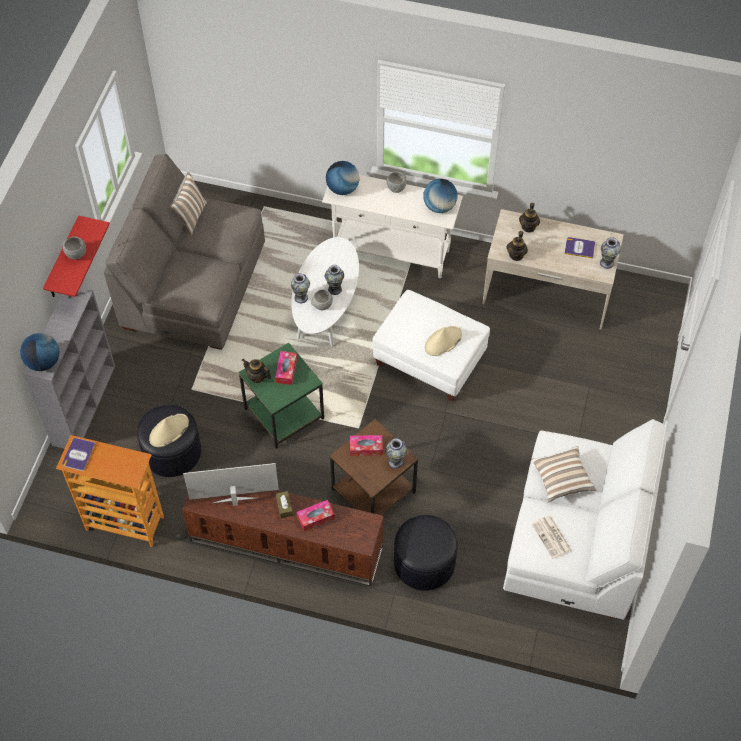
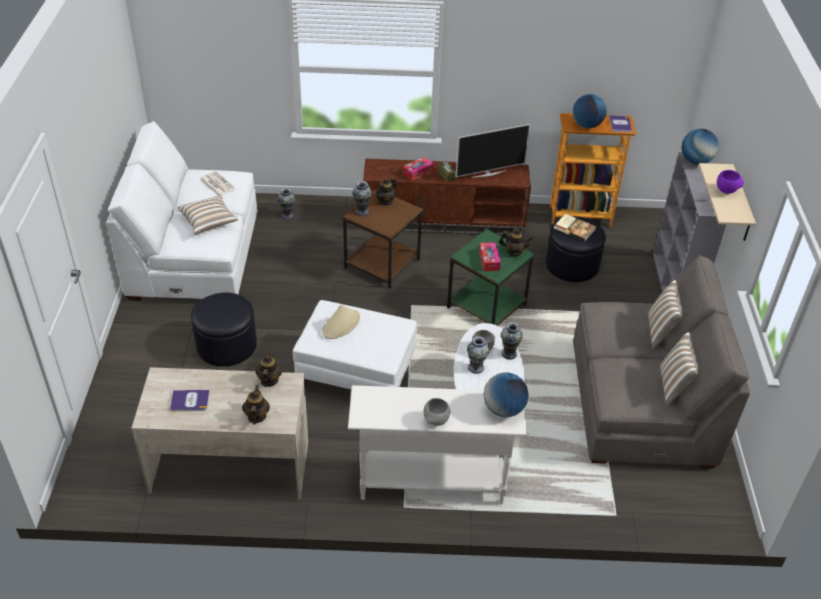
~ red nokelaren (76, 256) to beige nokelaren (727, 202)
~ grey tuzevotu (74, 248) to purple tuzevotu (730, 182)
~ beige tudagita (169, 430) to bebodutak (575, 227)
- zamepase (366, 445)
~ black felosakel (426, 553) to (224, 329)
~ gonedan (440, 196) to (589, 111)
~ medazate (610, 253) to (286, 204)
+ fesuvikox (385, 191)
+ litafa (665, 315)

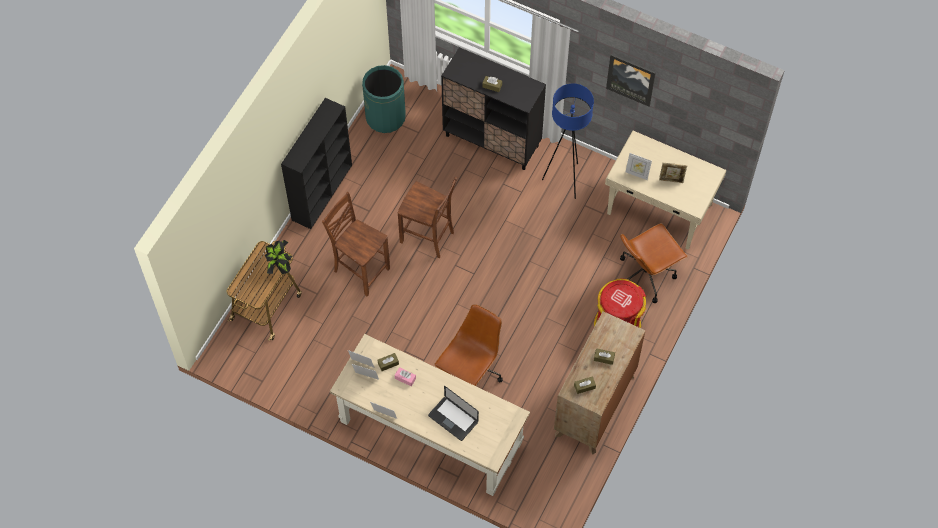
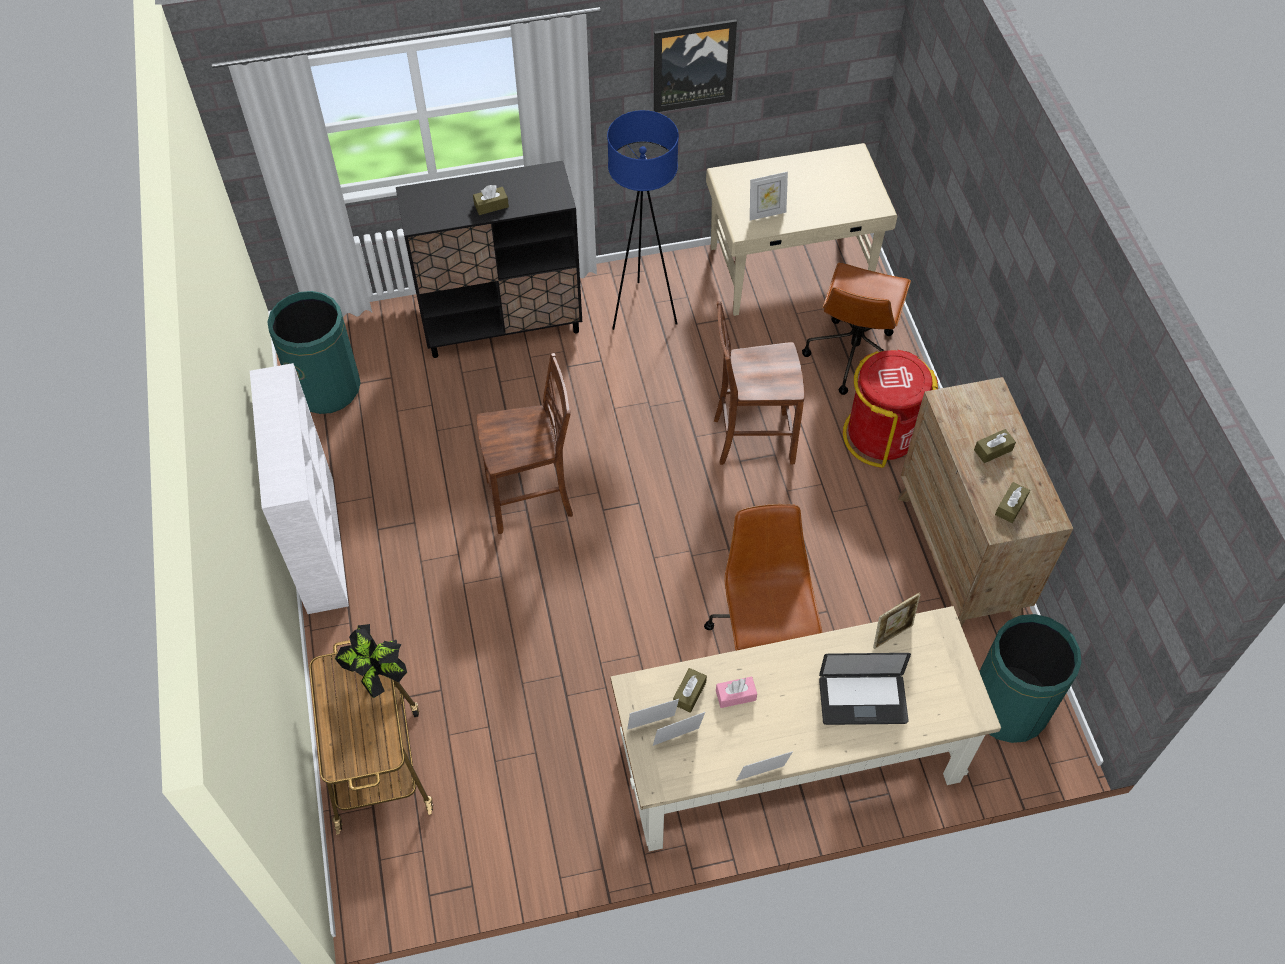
~ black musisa (316, 163) to white musisa (299, 488)
~ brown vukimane (356, 244) to (759, 383)
~ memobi (673, 173) to (896, 621)
+ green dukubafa (1030, 678)

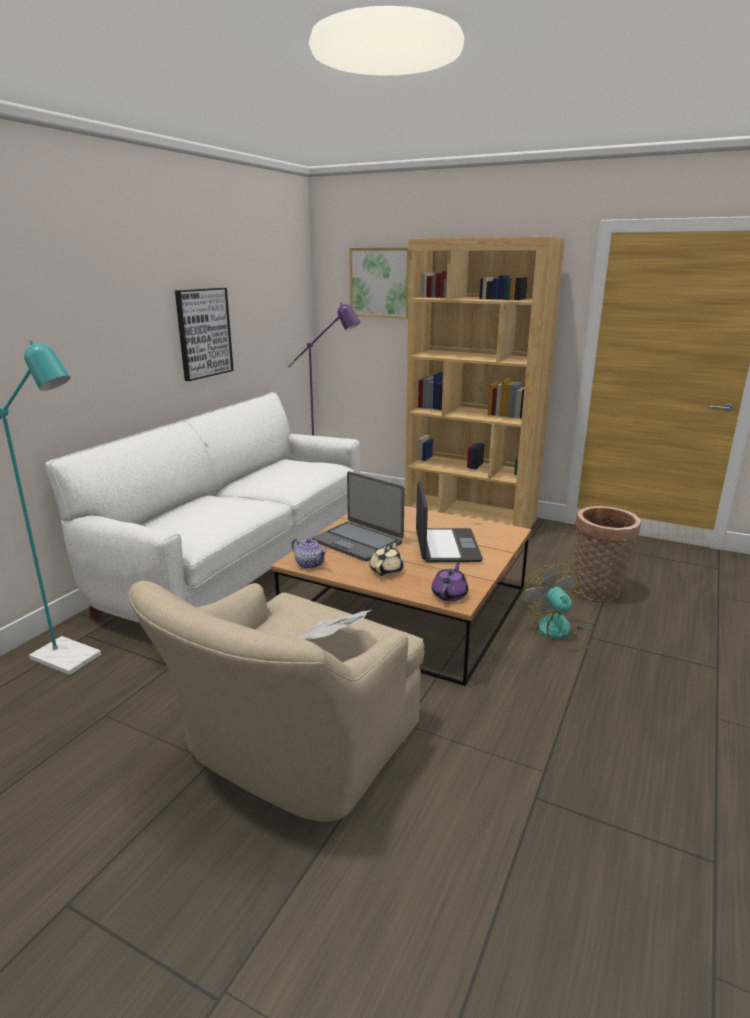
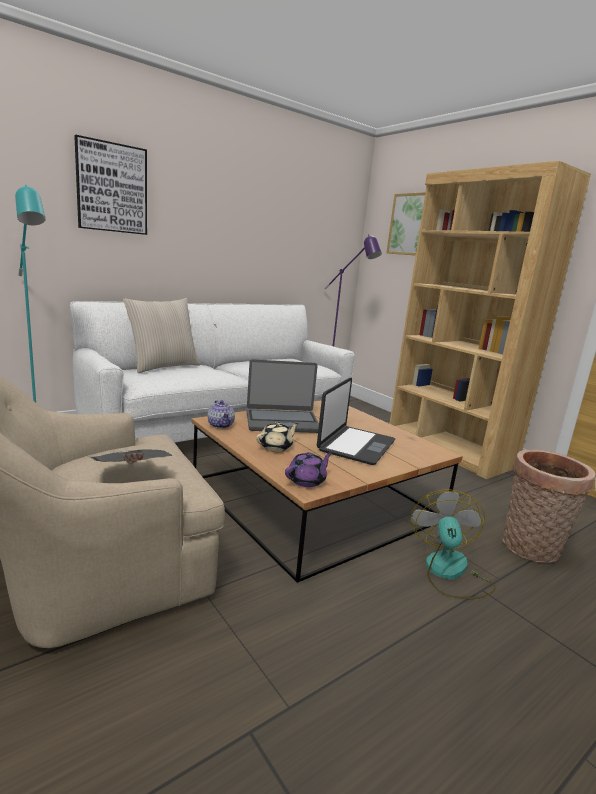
~ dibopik (204, 334) to (110, 185)
~ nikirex (358, 516) = (283, 396) 75 degrees counterclockwise
+ beige litafa (161, 335)

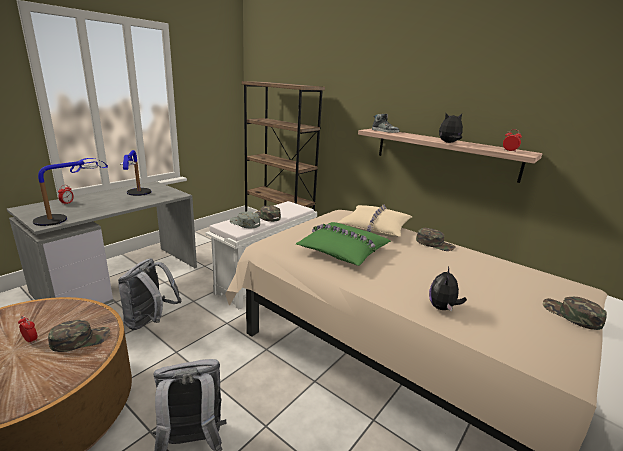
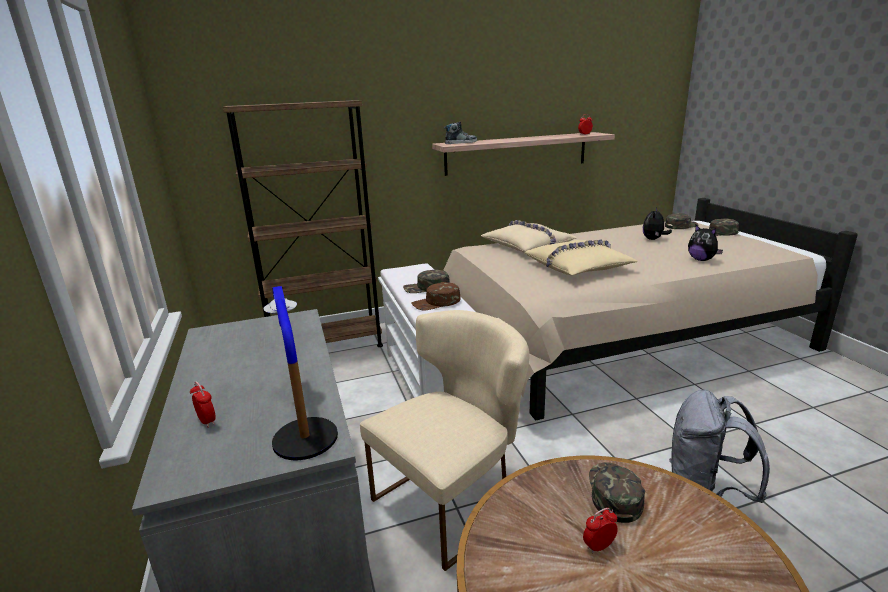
~ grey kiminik (150, 294) to beige vukimane (444, 440)
- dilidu (135, 173)
~ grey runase (245, 219) to brown runase (435, 296)
~ green litafa (343, 244) to beige litafa (581, 257)
~ green runase (436, 239) to (682, 221)
~ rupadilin (451, 128) to (657, 223)

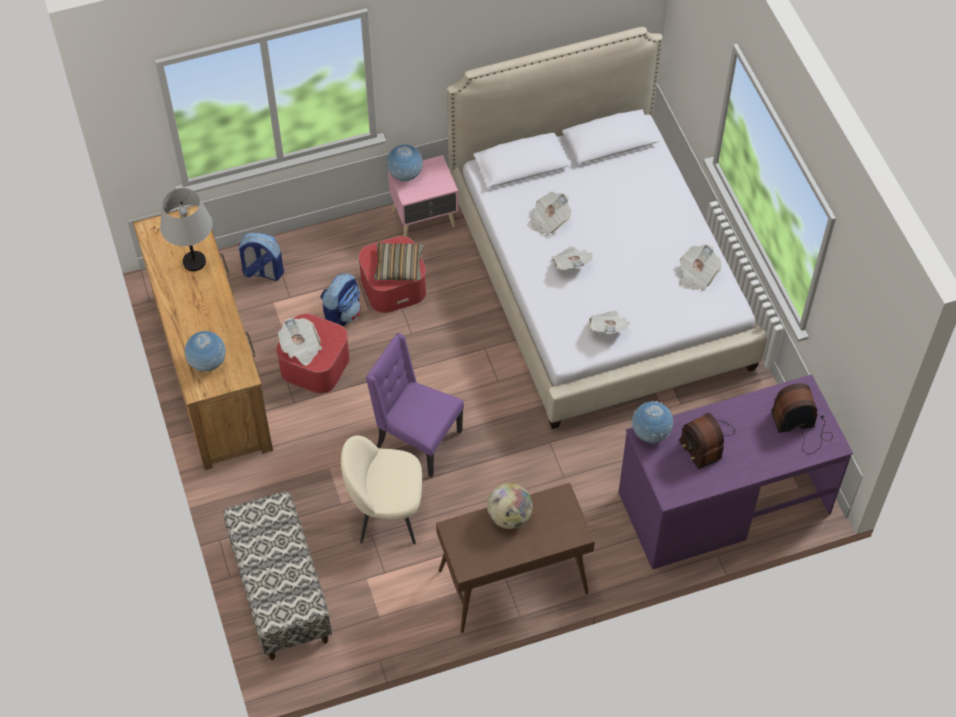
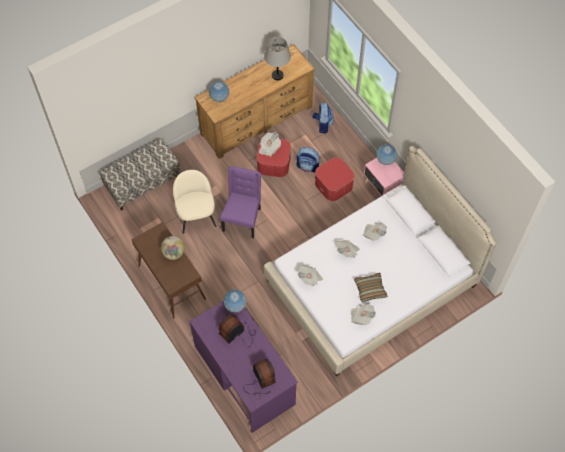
~ litafa (398, 261) to (371, 287)

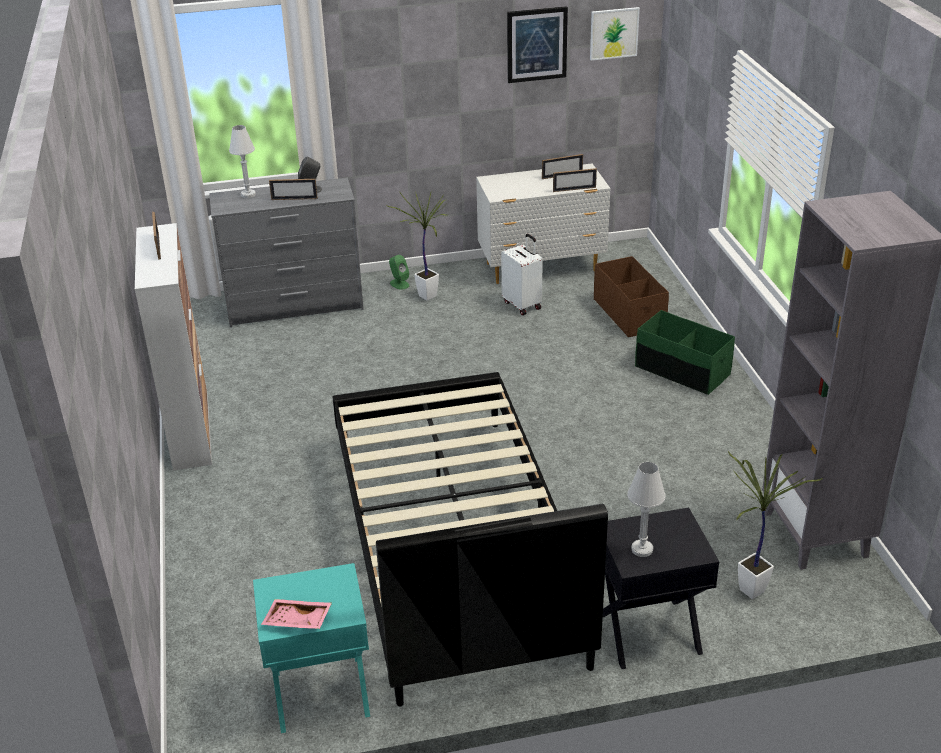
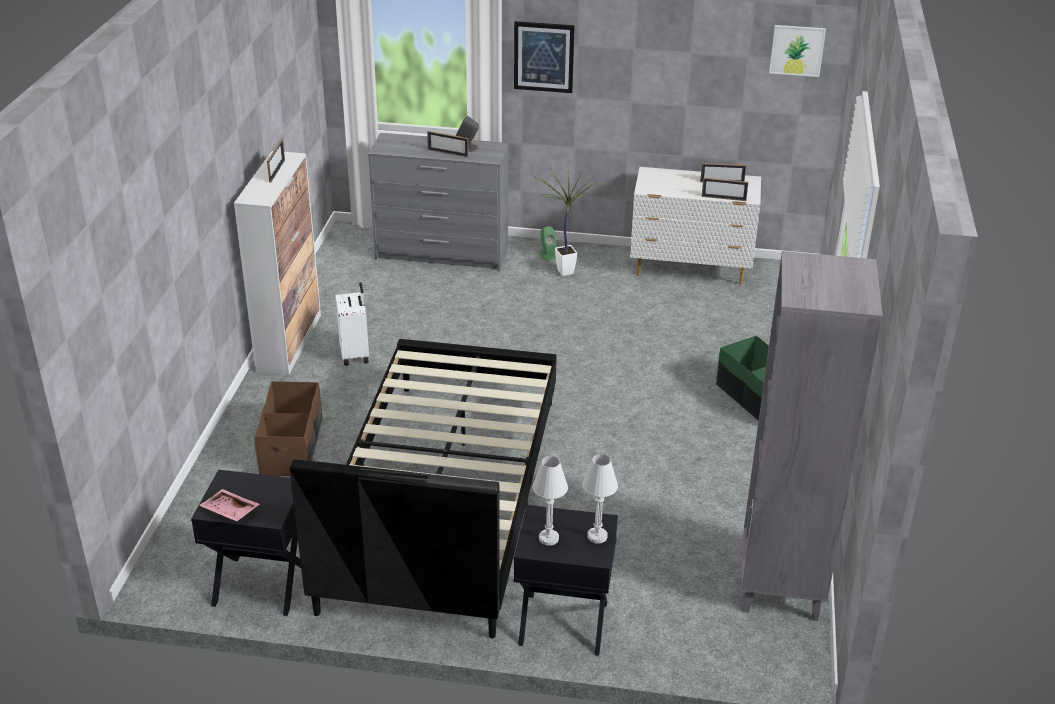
~ white dilidu (242, 161) to (600, 499)
~ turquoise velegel (311, 648) to black velegel (246, 543)
~ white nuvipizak (522, 274) to (352, 324)
~ dibopik (537, 44) to (544, 57)
~ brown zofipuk (631, 296) to (288, 428)
- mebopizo (775, 525)

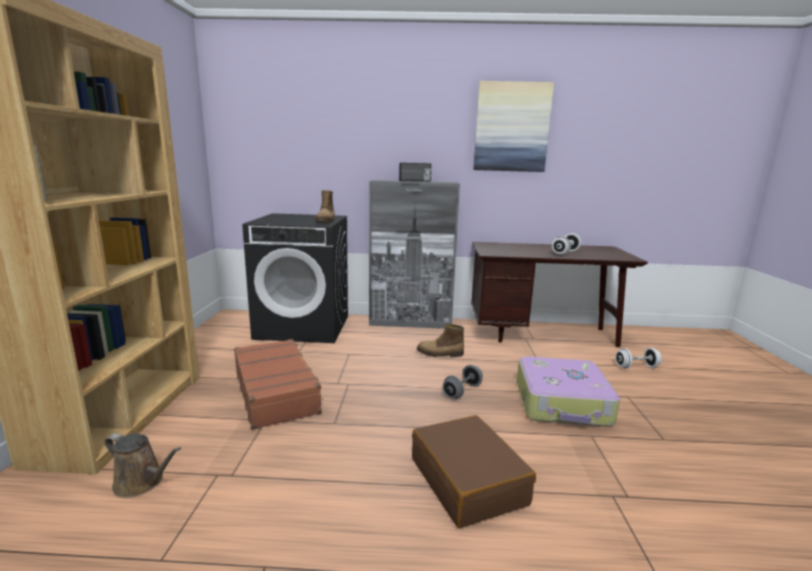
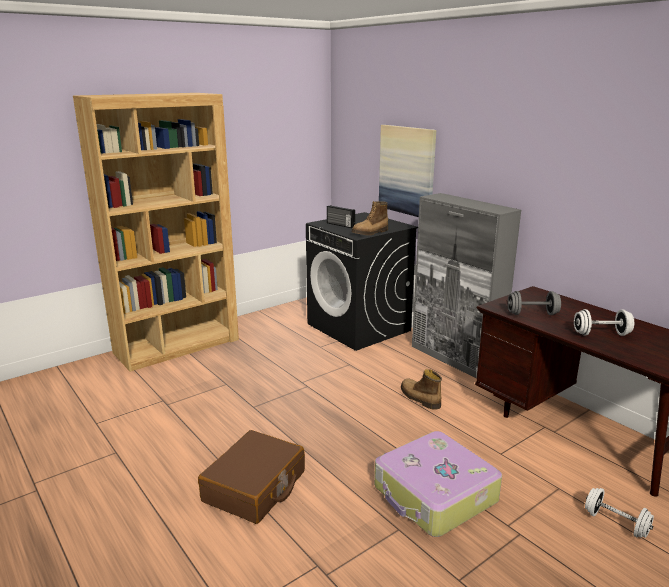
- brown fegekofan (143, 465)
- brown nuvipizak (278, 384)
~ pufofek (415, 172) to (341, 216)
~ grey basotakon (463, 382) to (534, 303)
~ dibopik (513, 126) to (407, 171)

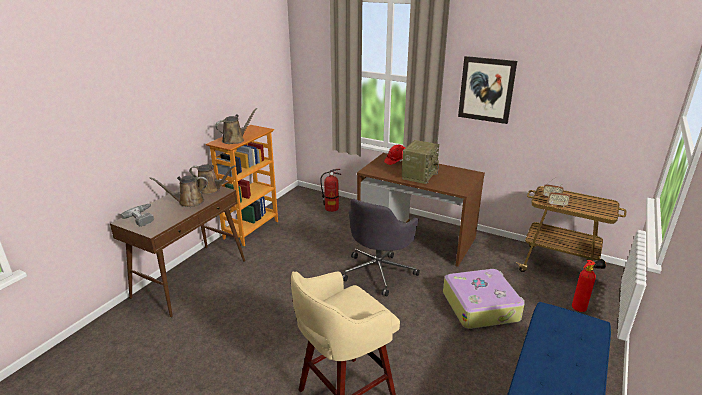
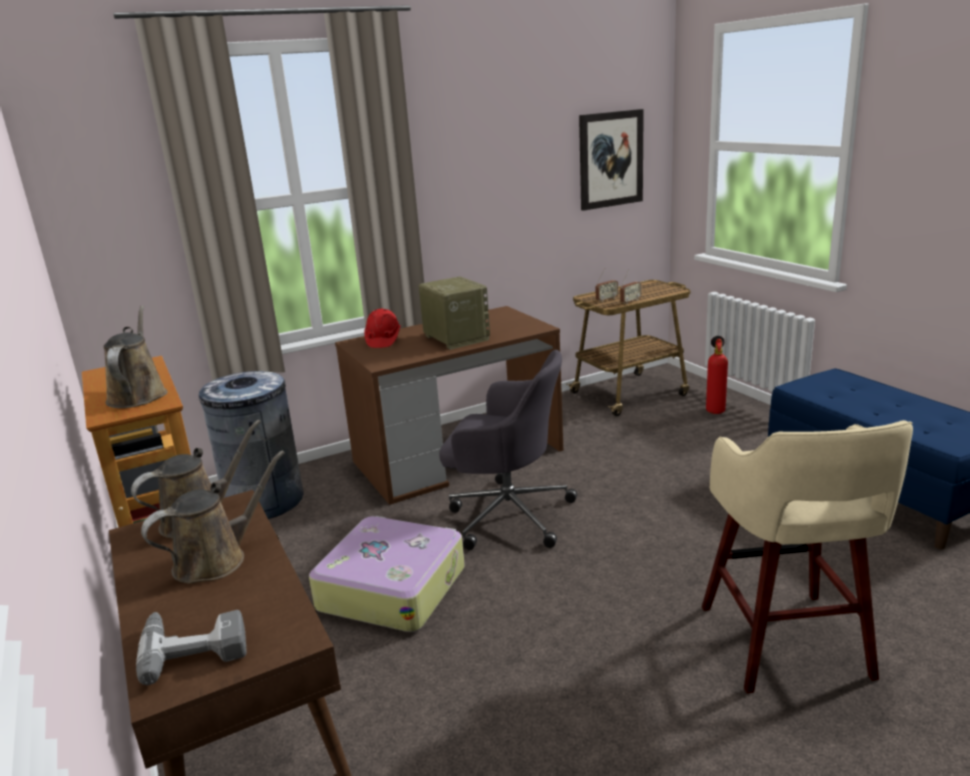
~ brown fegekofan (179, 191) = (213, 517) 150 degrees counterclockwise
~ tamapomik (330, 190) to grey dukubafa (251, 445)
~ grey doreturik (381, 248) = (508, 450) 45 degrees counterclockwise
~ nuvipizak (484, 299) to (387, 574)
~ dibopik (487, 90) to (611, 160)

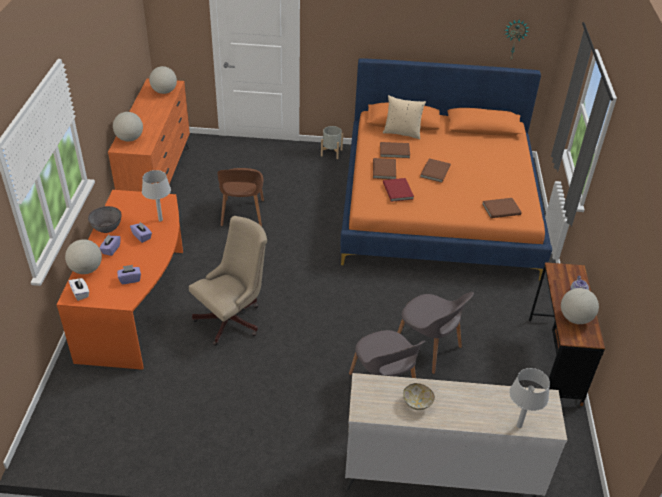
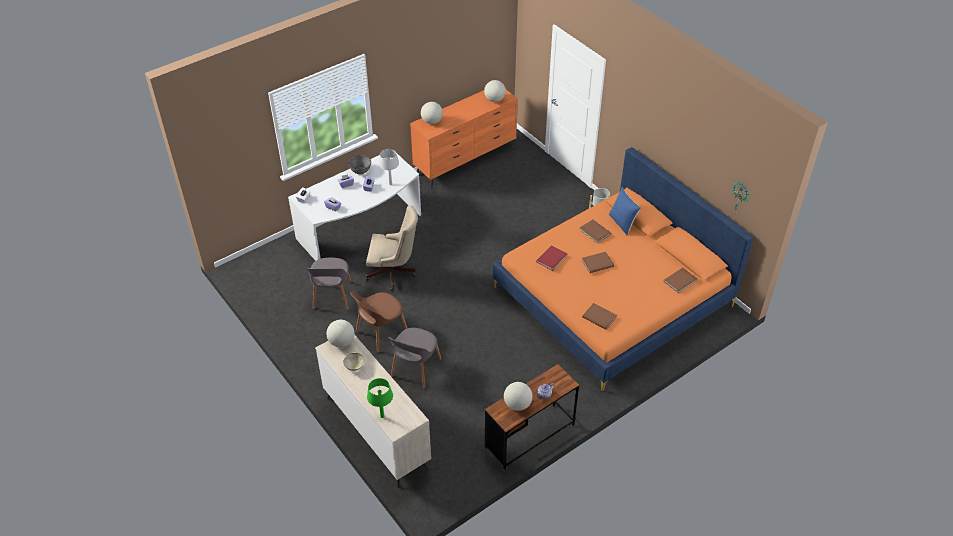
~ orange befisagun (119, 280) to white befisagun (354, 207)
~ gonedan (83, 256) to (341, 333)
~ brown vukimane (240, 197) to (379, 322)
~ brown bebodutak (384, 168) to (680, 280)
~ beige litafa (404, 117) to blue litafa (625, 211)
~ grey vukimane (436, 333) to (329, 284)
~ grey dilidu (529, 398) to green dilidu (380, 398)

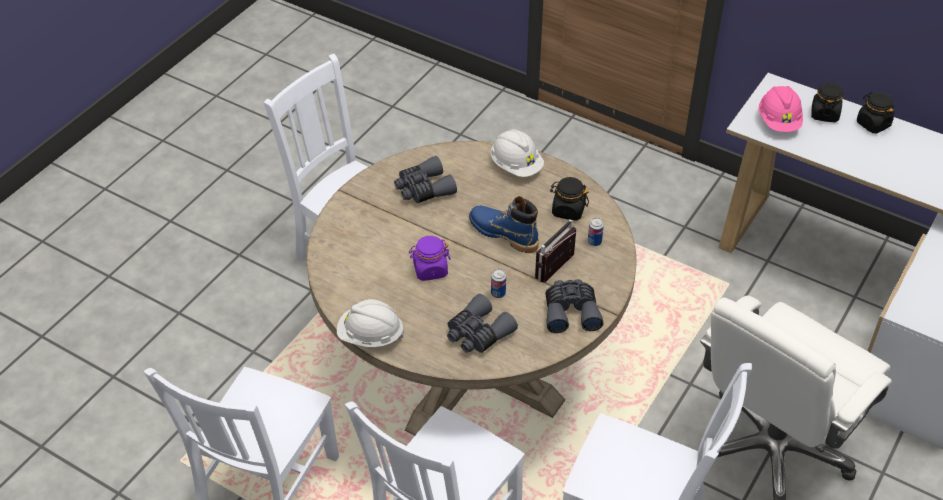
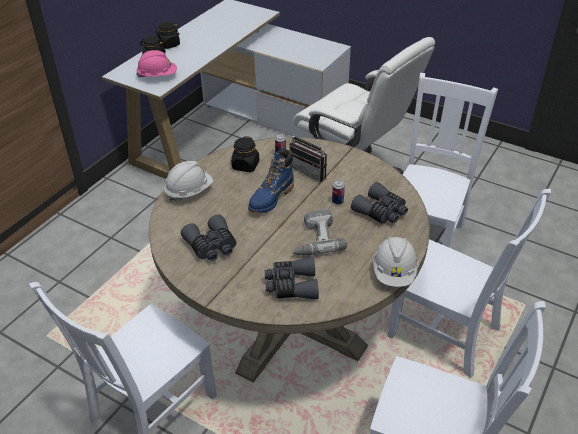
~ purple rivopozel (430, 258) to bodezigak (319, 232)
~ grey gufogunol (575, 306) to (292, 278)

